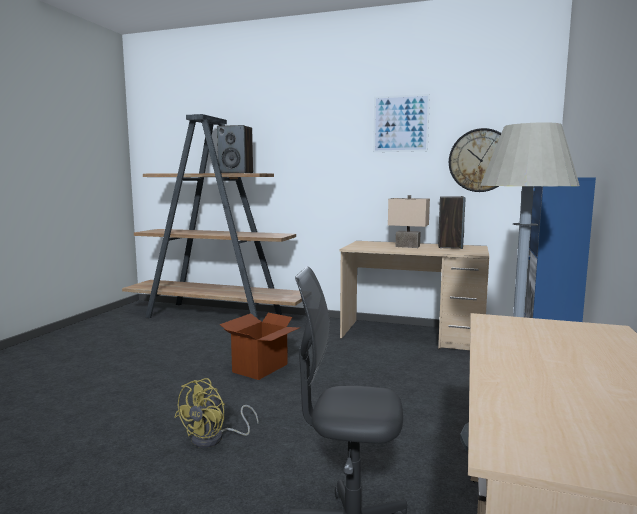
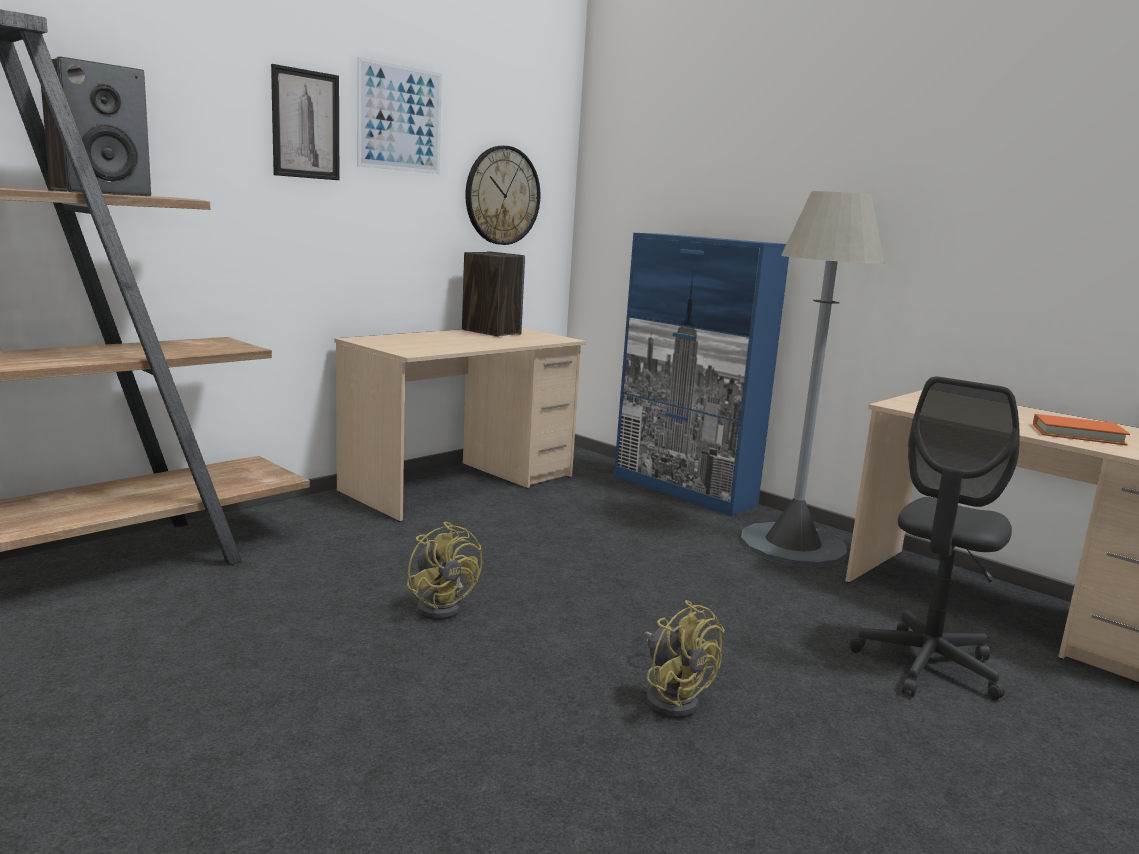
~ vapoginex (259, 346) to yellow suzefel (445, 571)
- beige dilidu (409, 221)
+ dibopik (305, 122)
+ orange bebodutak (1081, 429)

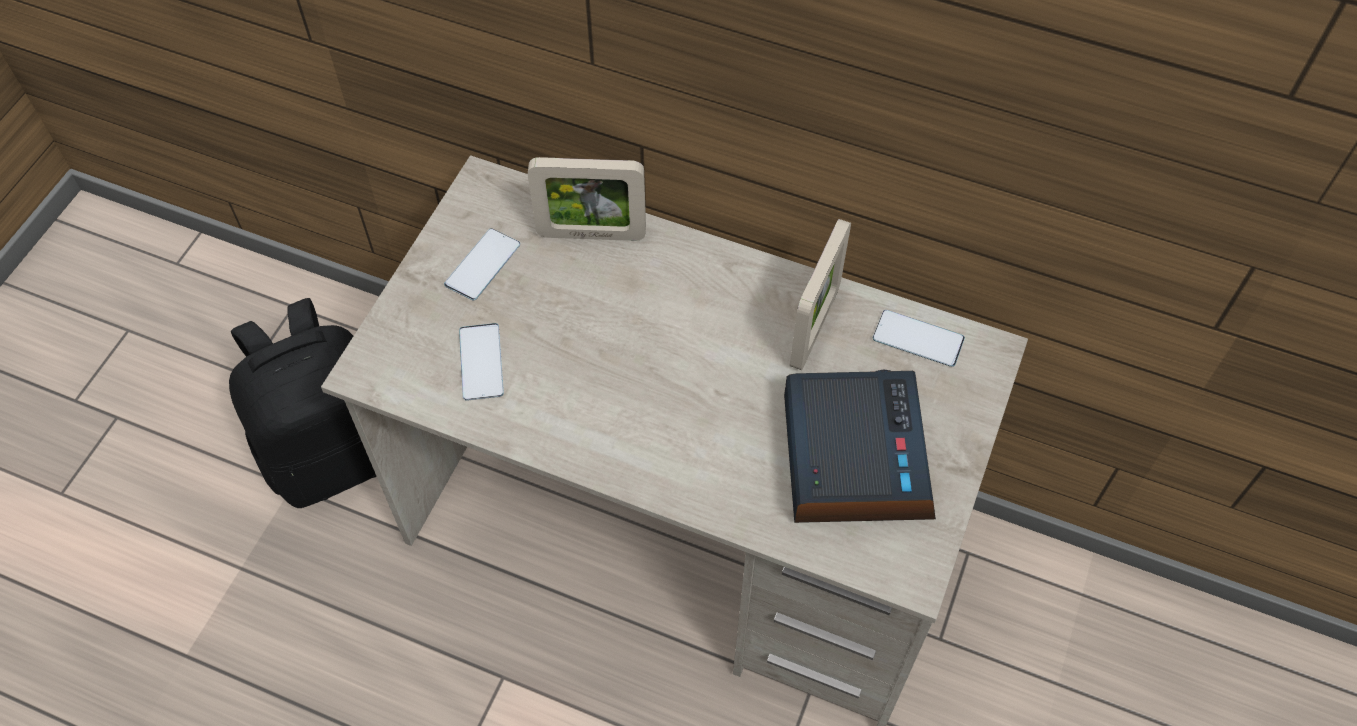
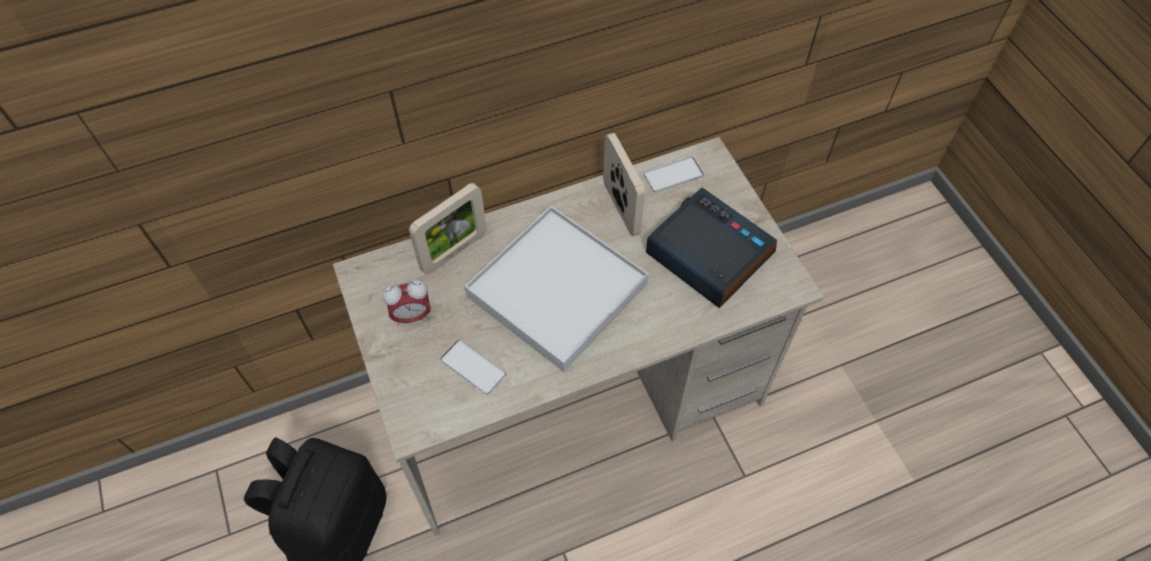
~ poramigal (482, 264) to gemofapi (406, 303)
+ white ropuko (556, 289)

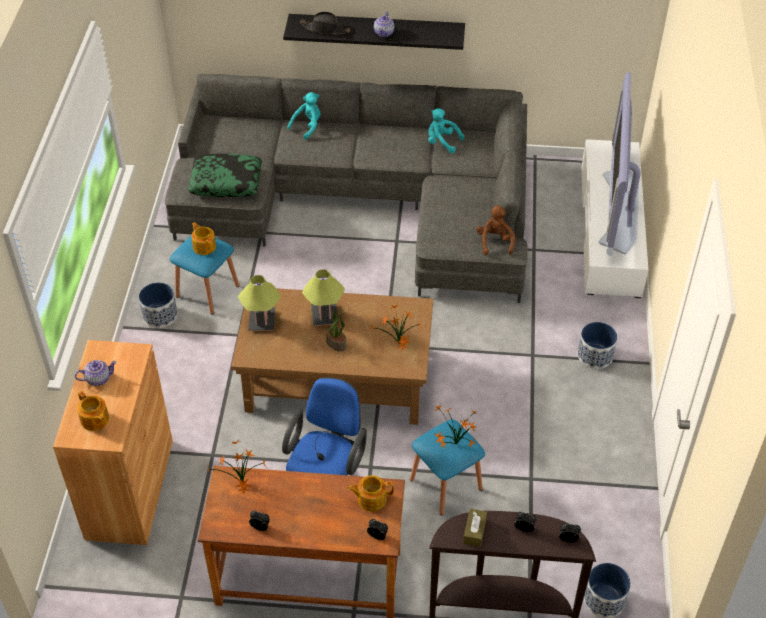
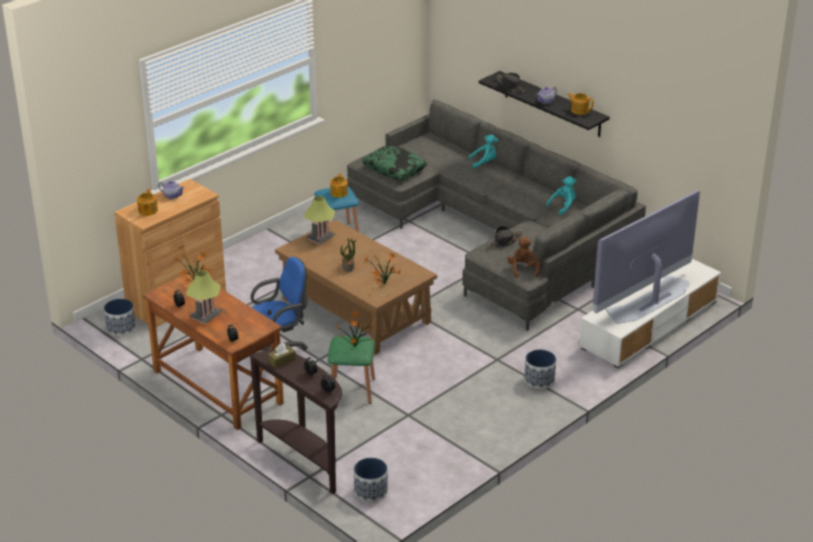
~ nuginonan (158, 305) to (120, 317)
~ dilidu (323, 297) to (204, 297)
~ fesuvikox (371, 493) to (580, 104)
~ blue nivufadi (447, 467) to green nivufadi (351, 370)
~ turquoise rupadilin (446, 130) = (561, 195) 75 degrees clockwise
~ brown rupadilin (495, 230) = (523, 257) 45 degrees counterclockwise
+ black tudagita (505, 237)

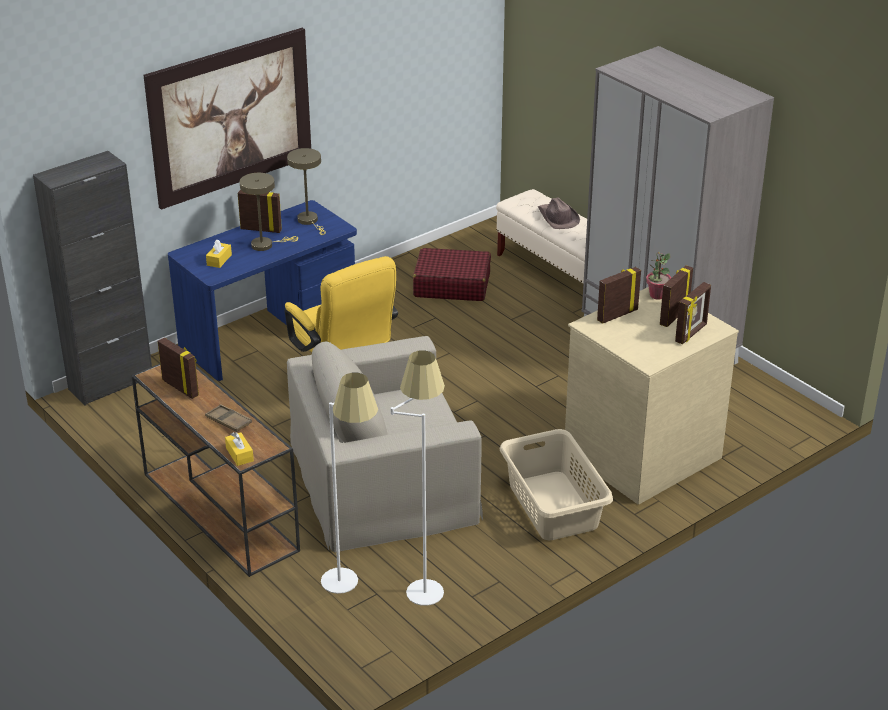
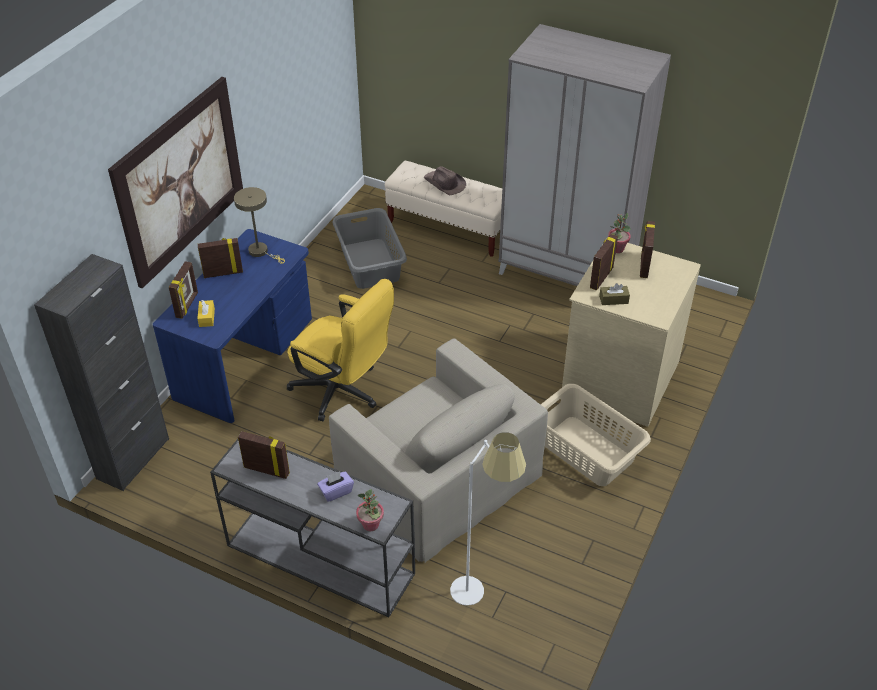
~ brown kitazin (215, 470) to grey kitazin (312, 528)
~ brown ropuko (228, 418) to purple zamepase (335, 487)
~ yellow zamepase (239, 449) to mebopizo (370, 510)
- beige dilidu (269, 212)
~ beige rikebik (385, 444) = (438, 450) 90 degrees counterclockwise
- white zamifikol (418, 478)
~ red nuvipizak (452, 274) to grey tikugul (370, 248)
~ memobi (693, 313) to (183, 290)
+ brown zamepase (614, 294)

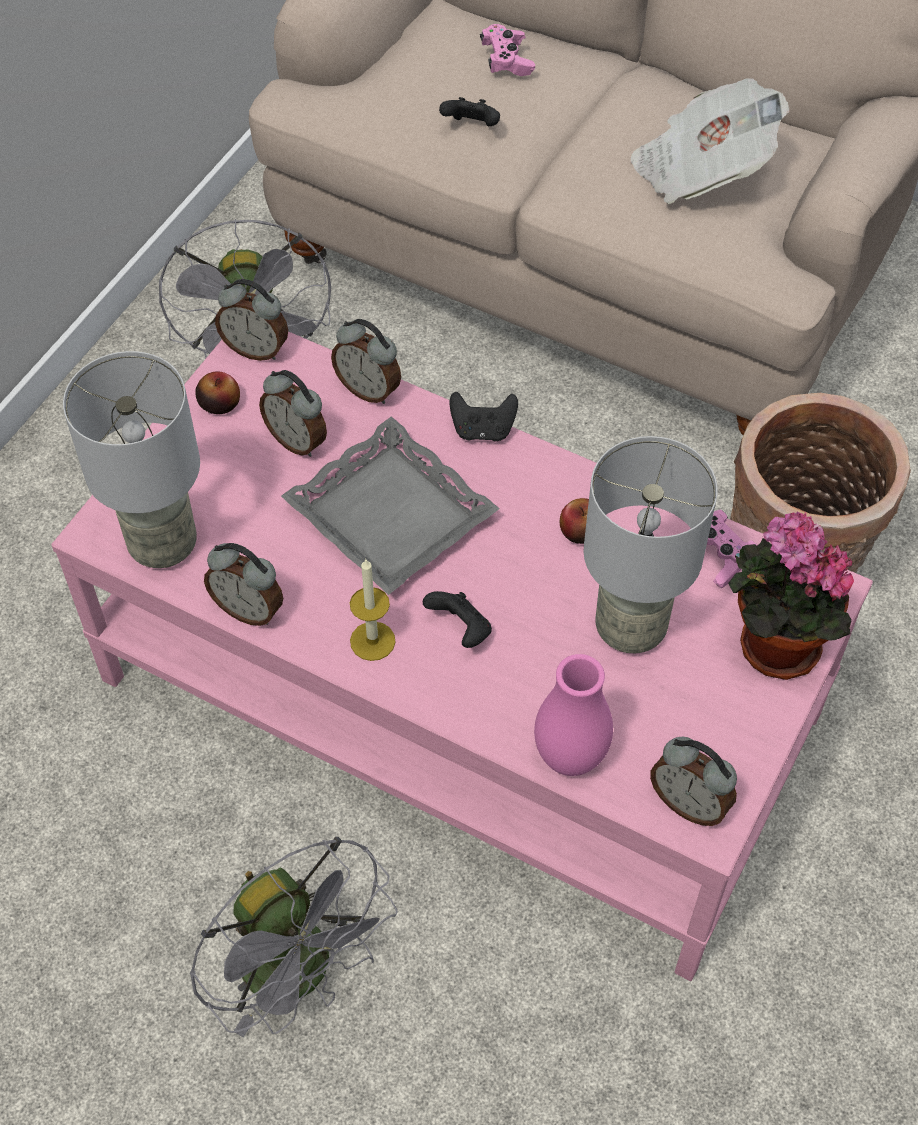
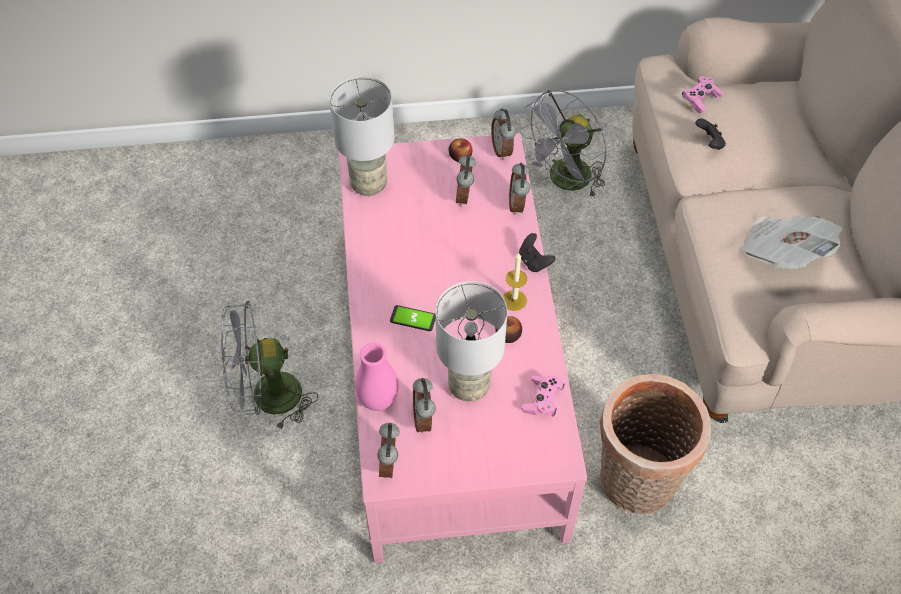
~ grey suzefel (293, 937) = (269, 366) 60 degrees clockwise
~ gemofapi (243, 584) to (424, 405)
- grey ropuko (390, 506)
~ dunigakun (373, 609) to (515, 282)
~ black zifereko (457, 619) to poramigal (413, 318)
~ pink zifereko (507, 50) to (702, 95)
- mebopizo (791, 595)

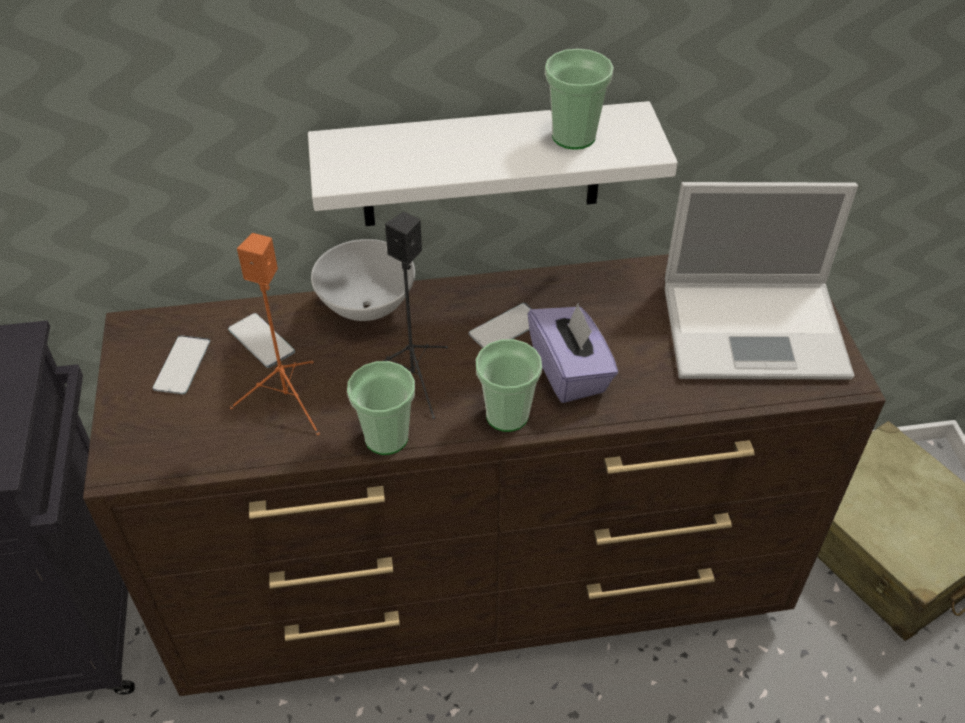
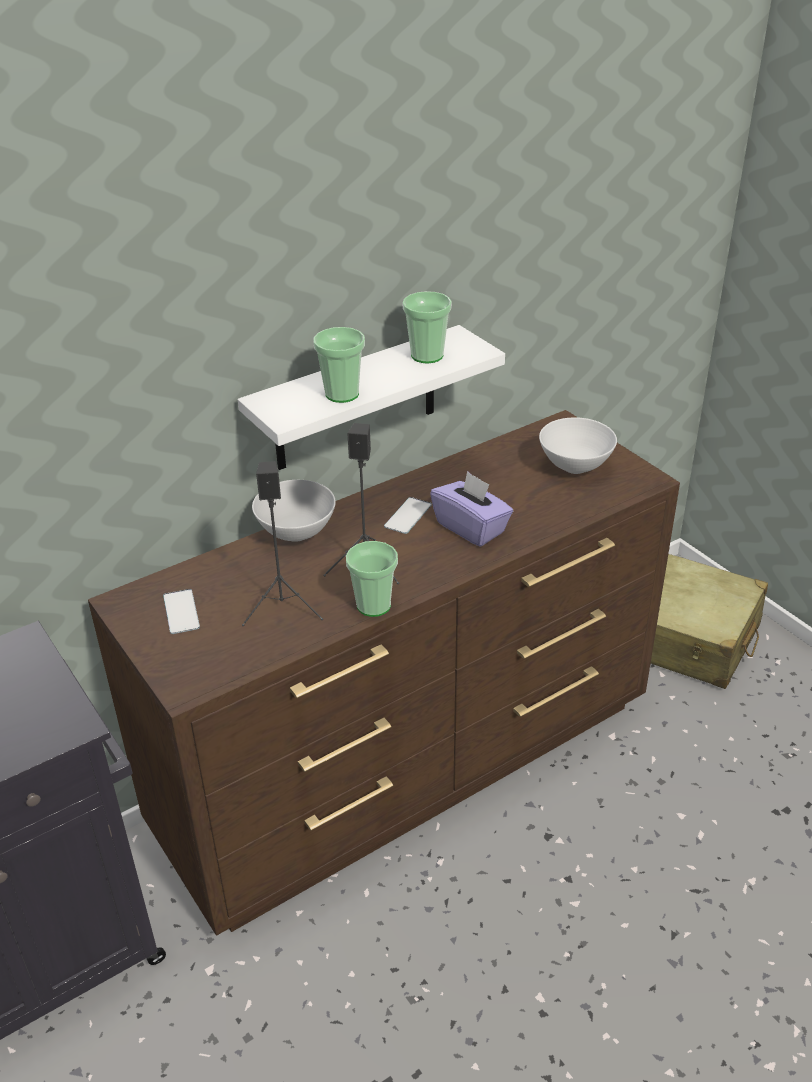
- poramigal (261, 340)
~ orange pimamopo (275, 334) to black pimamopo (282, 543)
~ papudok (509, 385) to (339, 365)
~ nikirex (761, 281) to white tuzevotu (578, 445)

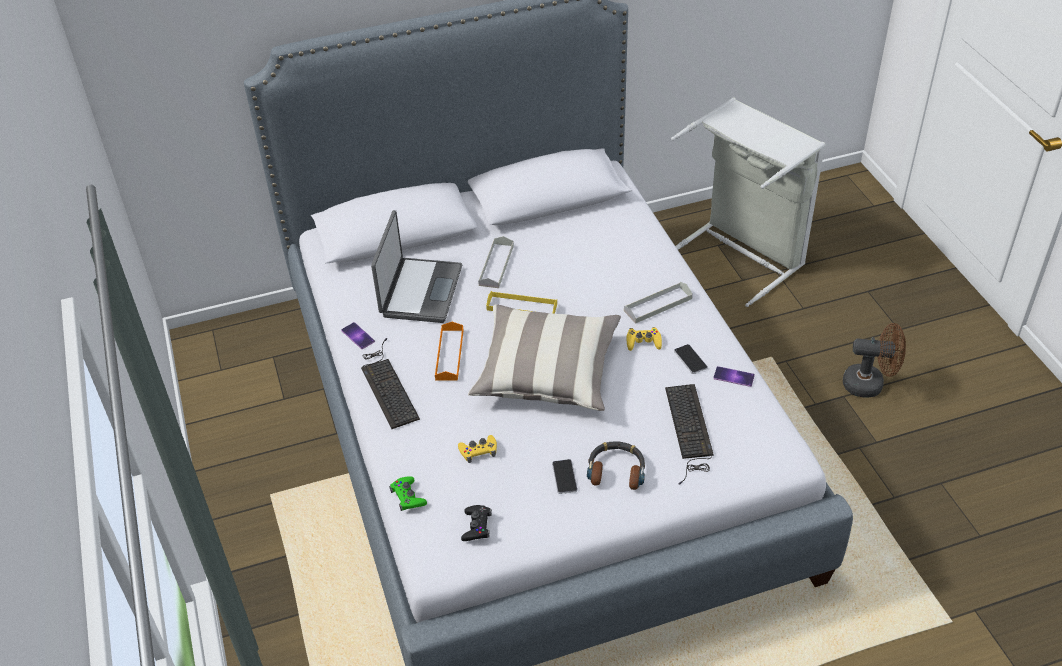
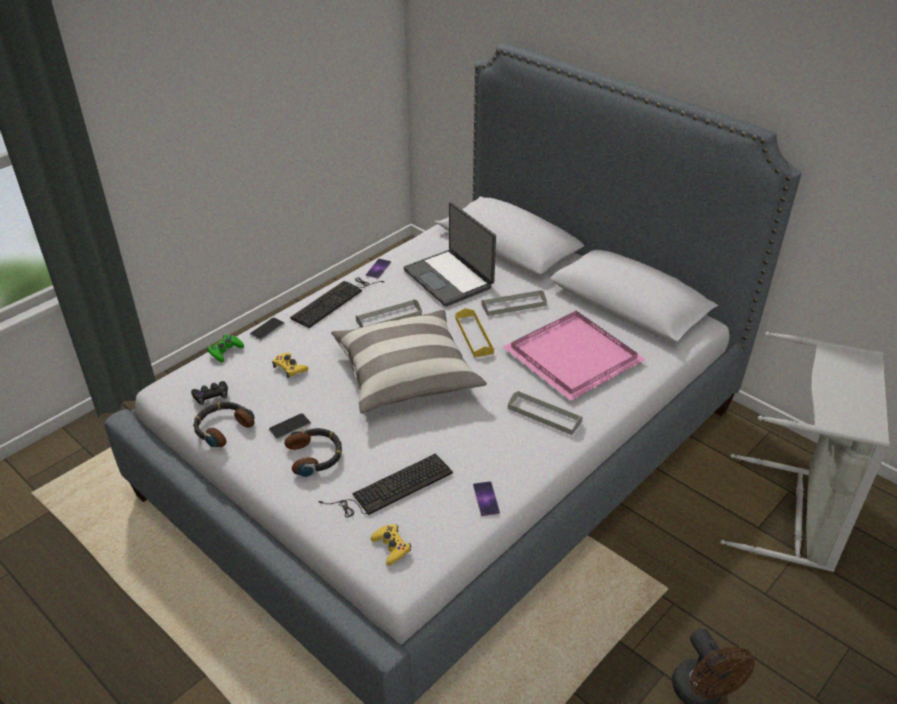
~ nikirex (416, 266) = (449, 254) 75 degrees clockwise
~ orange ropuko (449, 351) to grey ropuko (389, 313)
~ yellow zifereko (644, 339) to (391, 545)
~ poramigal (691, 359) to (267, 328)
+ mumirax (224, 425)
+ pink ropuko (574, 356)

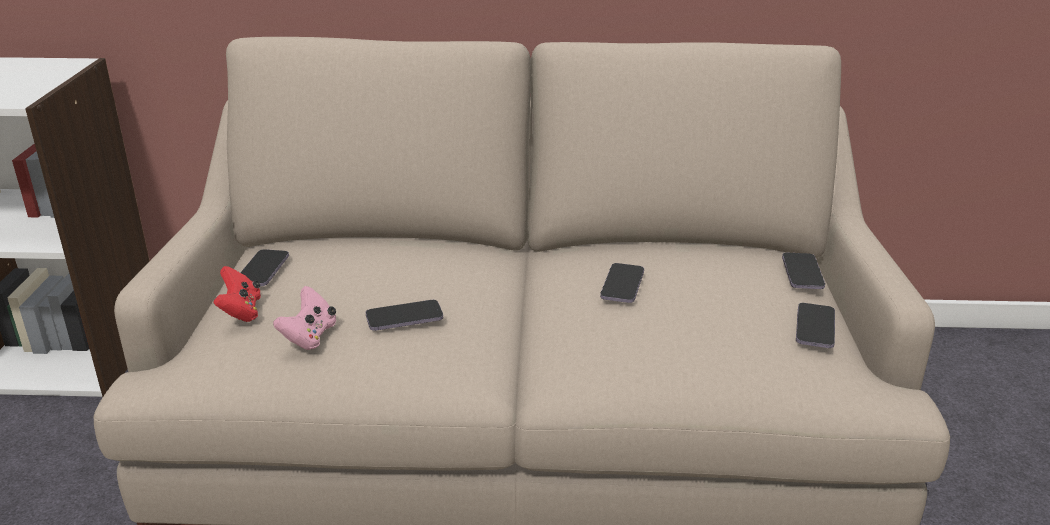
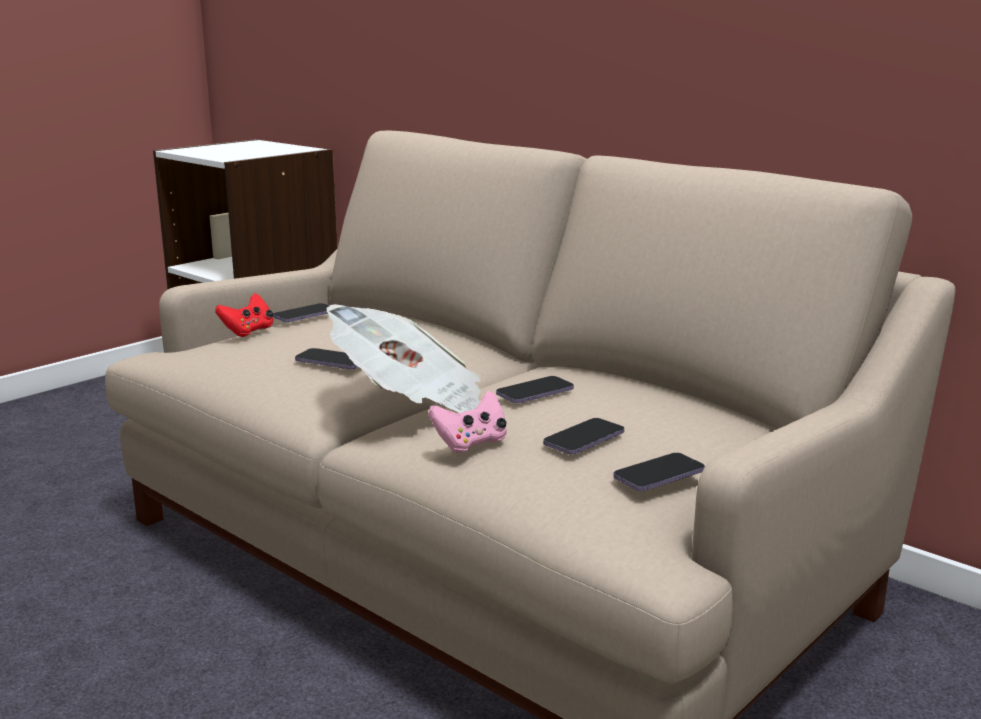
~ pink zifereko (304, 318) to (467, 422)
~ poramigal (803, 271) to (583, 436)
+ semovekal (403, 358)

